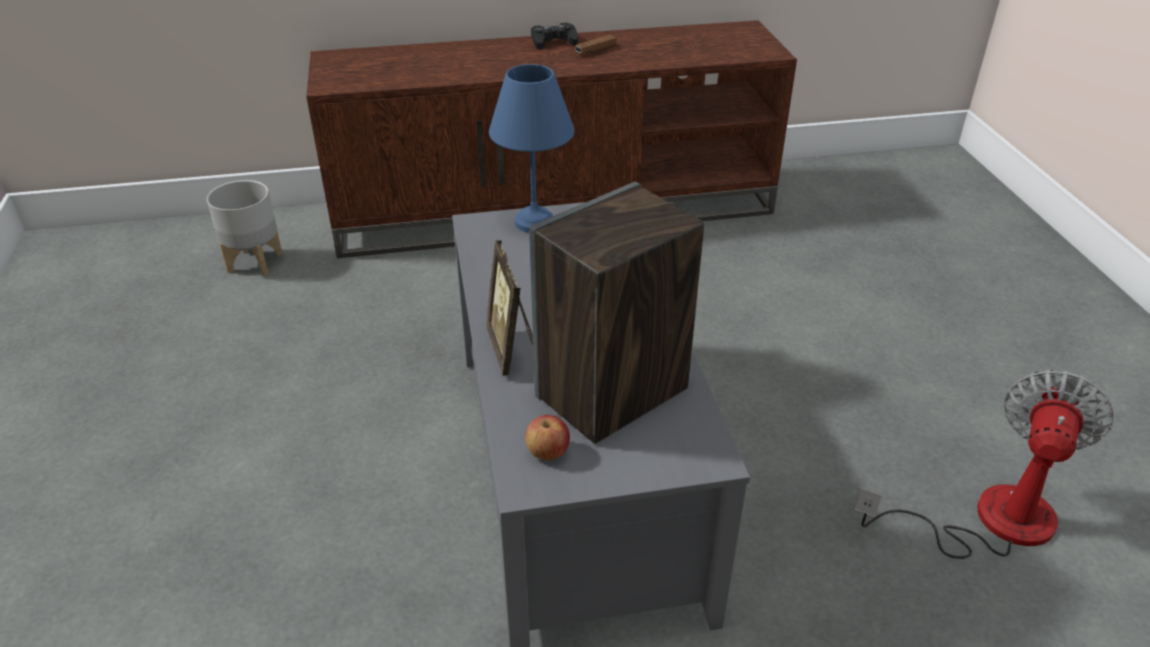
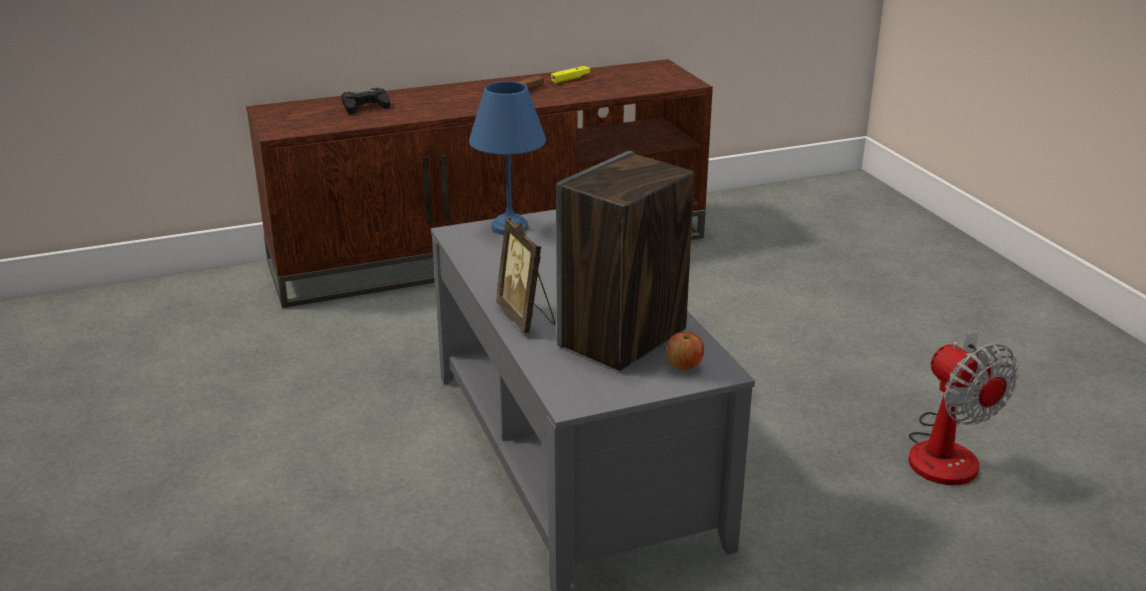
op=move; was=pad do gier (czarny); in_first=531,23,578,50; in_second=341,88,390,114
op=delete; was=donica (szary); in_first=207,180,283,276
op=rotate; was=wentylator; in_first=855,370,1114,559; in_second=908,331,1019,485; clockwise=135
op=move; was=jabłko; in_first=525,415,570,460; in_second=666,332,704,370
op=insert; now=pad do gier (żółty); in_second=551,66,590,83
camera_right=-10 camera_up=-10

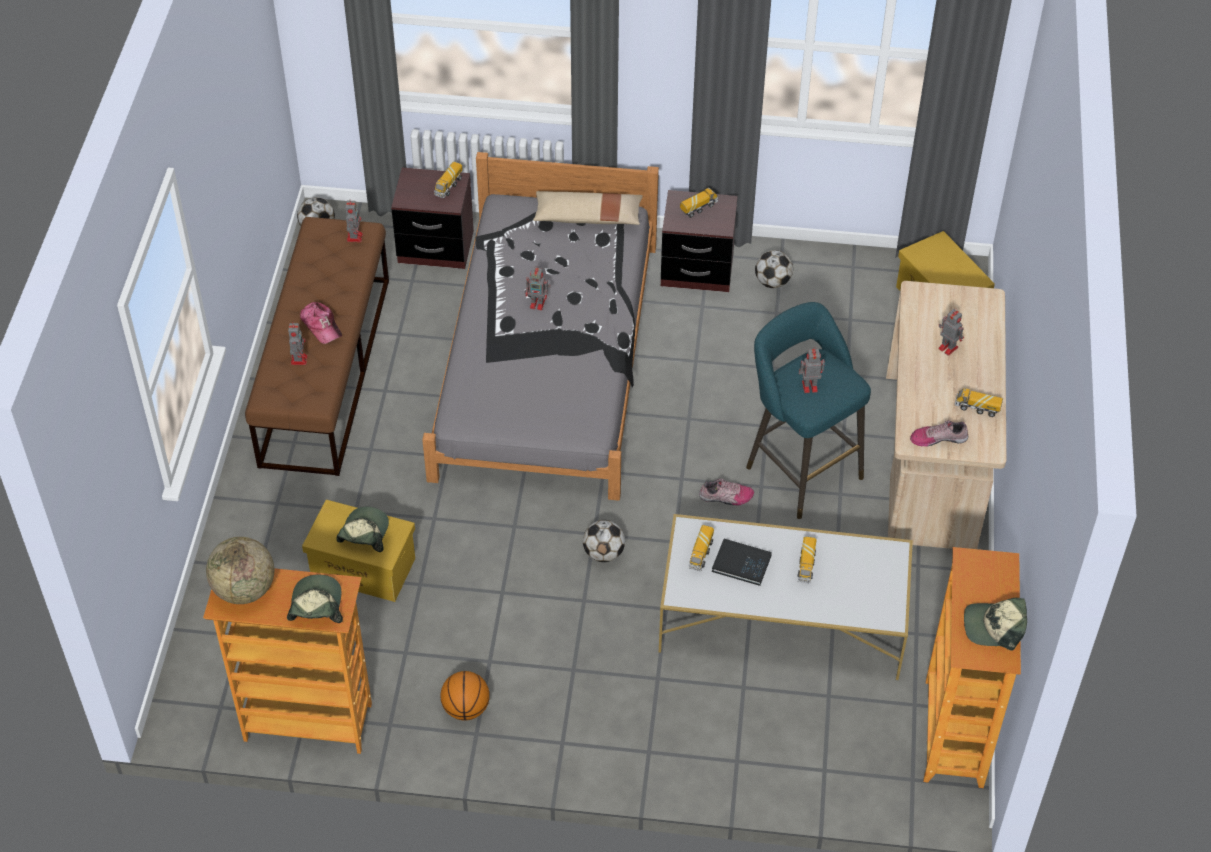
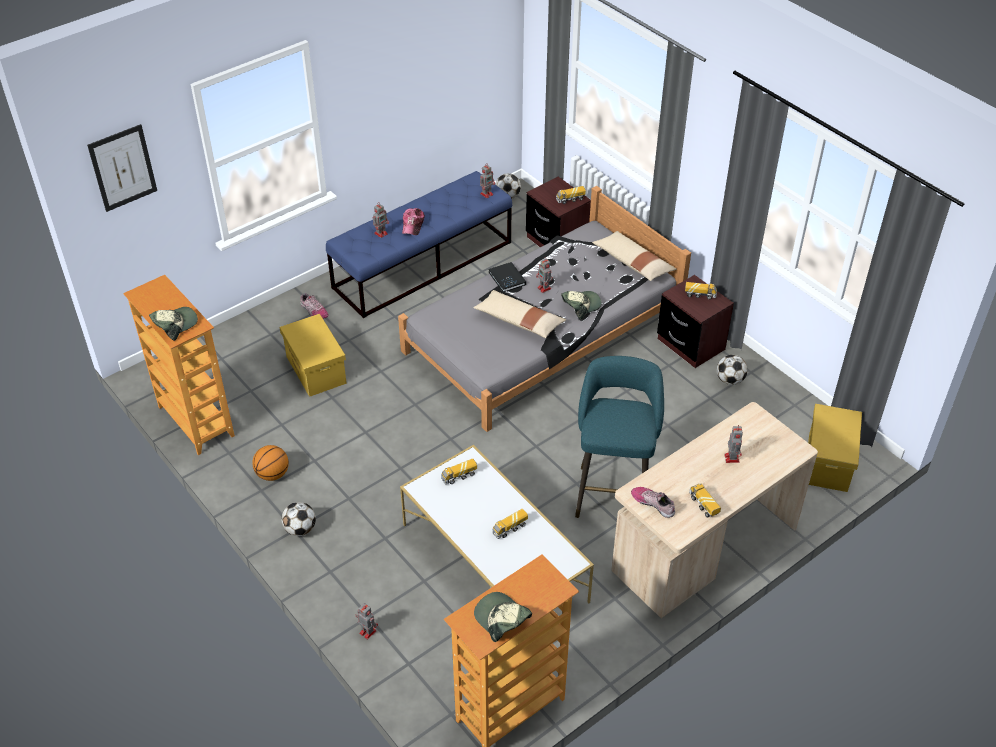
op=recolor; was=ławka (brązowy); now=ławka (niebieski); in_first=245,217,389,476; in_second=326,171,512,318
op=move; was=robot zabawkowy; in_first=799,347,825,393; in_second=356,603,378,640
op=move; was=but; in_first=699,478,754,506; in_second=300,293,329,319
op=move; was=czapka z daszkiem; in_first=336,507,389,552; in_second=561,291,601,319
op=move; was=piłka futbolowa; in_first=583,520,625,562; in_second=281,502,316,536
op=delete; was=globus; in_first=206,537,274,604
op=move; was=książka (czarny); in_first=712,539,772,586; in_second=489,262,526,292
op=insert; now=obraz; in_second=87,124,157,212
op=insert; now=poduszka (beżowy); in_second=473,290,566,338
camera_right=45 camera_up=-5

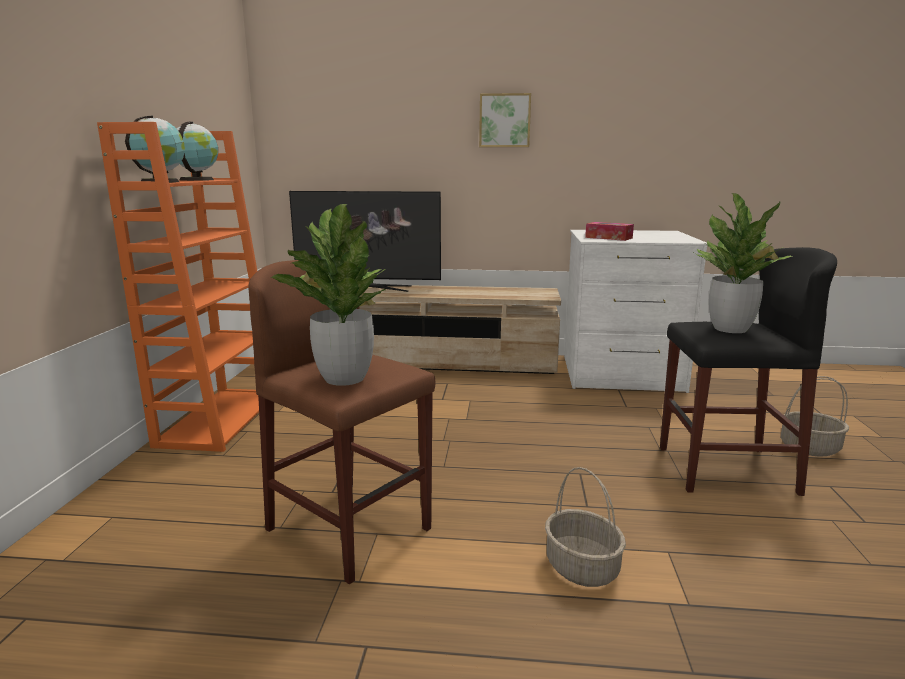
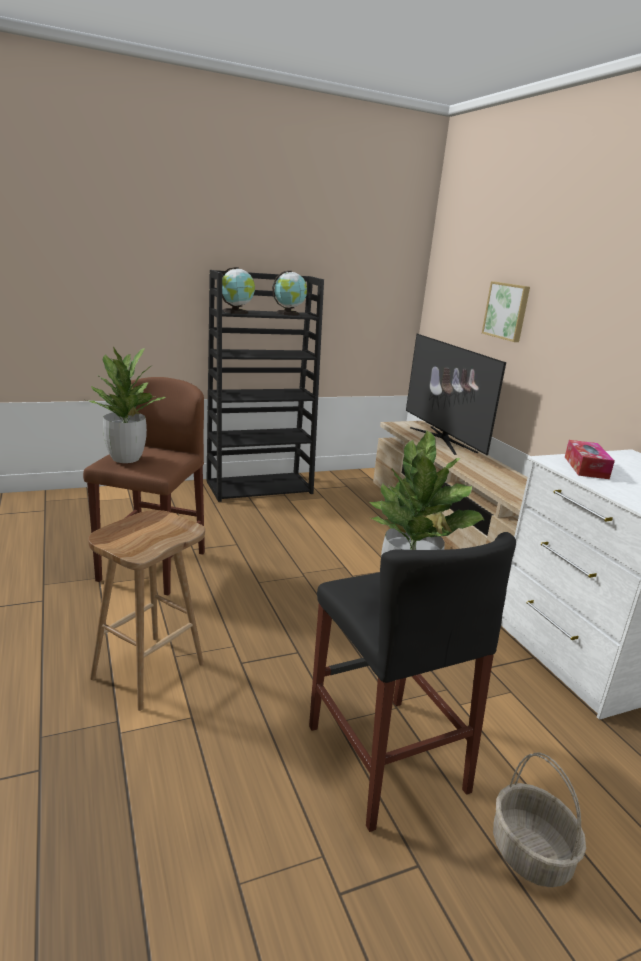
op=move; was=obraz; in_first=479,93,531,147; in_second=482,281,530,342
op=recolor; was=regał (pomarańczowy); now=regał (czarny); in_first=97,122,259,452; in_second=206,270,324,502
op=replace; was=koszyk; now=stołek (brązowy); in_first=545,467,626,587; in_second=88,510,205,711
camera_right=60 camera_up=5

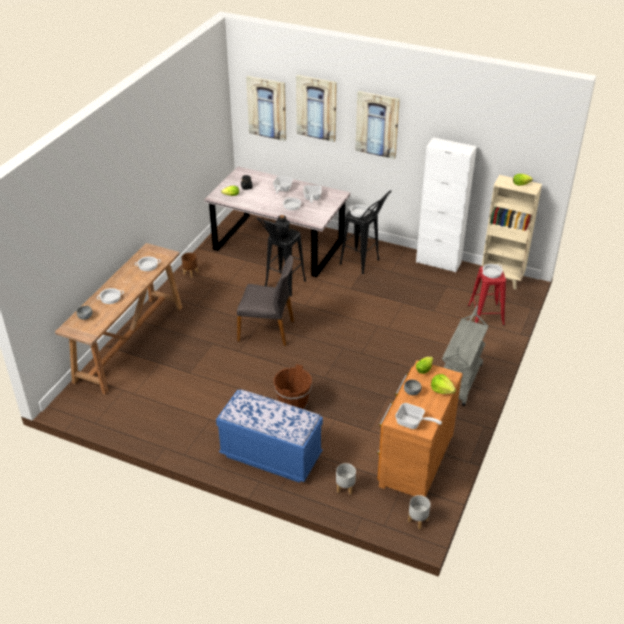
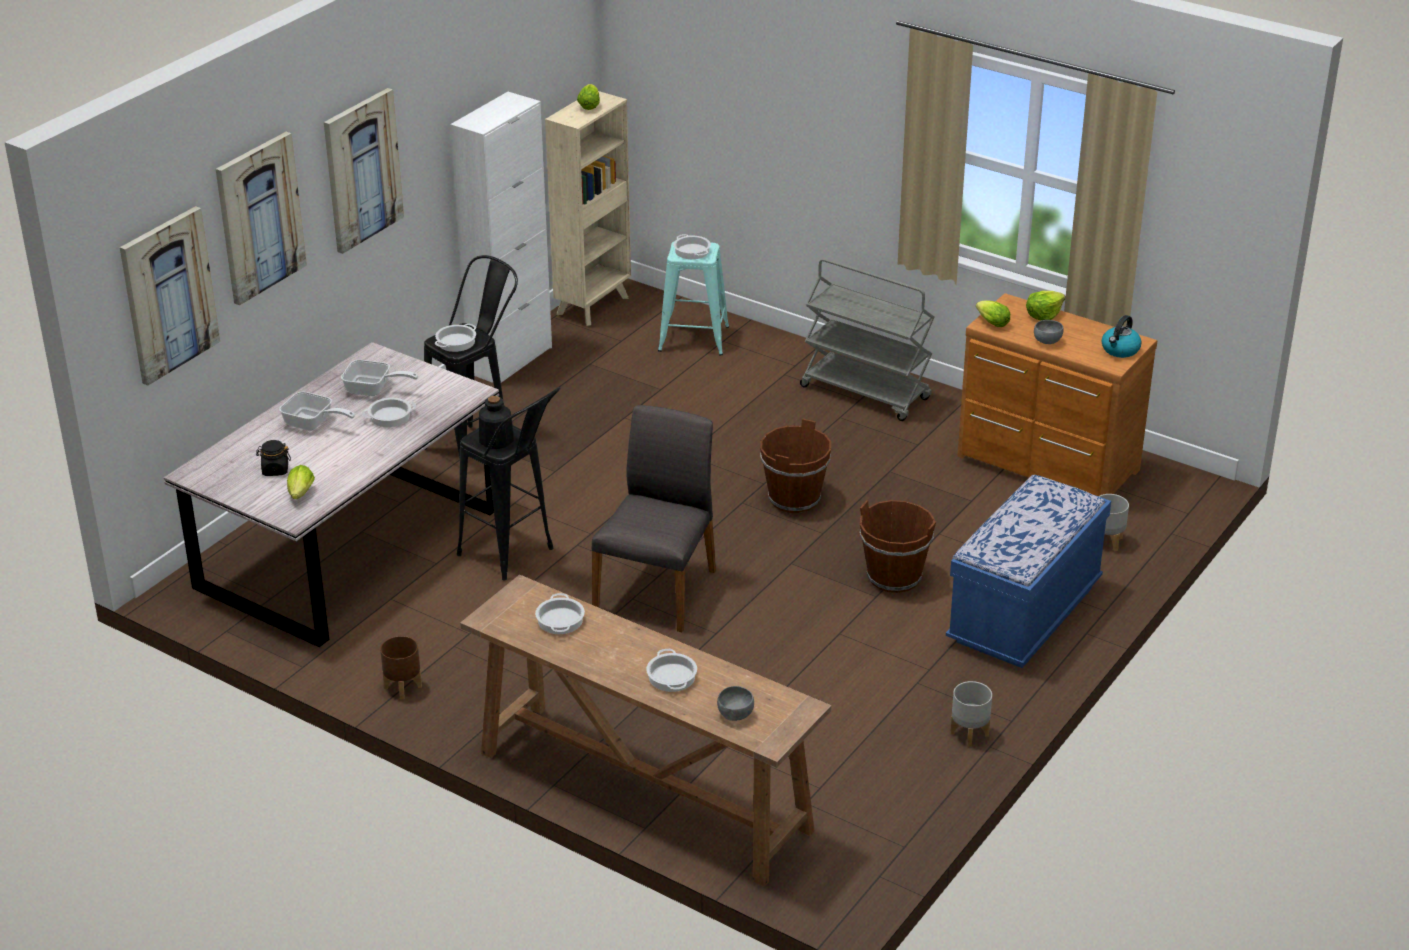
op=recolor; was=stołek (czerwony); now=stołek (turkusowy); in_first=468,266,506,326; in_second=658,241,729,356
op=replace; was=patelnia; now=czajnik; in_first=395,403,442,429; in_second=1102,315,1142,358
op=move; was=donica (szary); in_first=408,495,430,529; in_second=950,681,992,747
op=insert; now=wiadro (brązowy); in_second=760,418,831,513
camera_right=-80 camera_up=-5

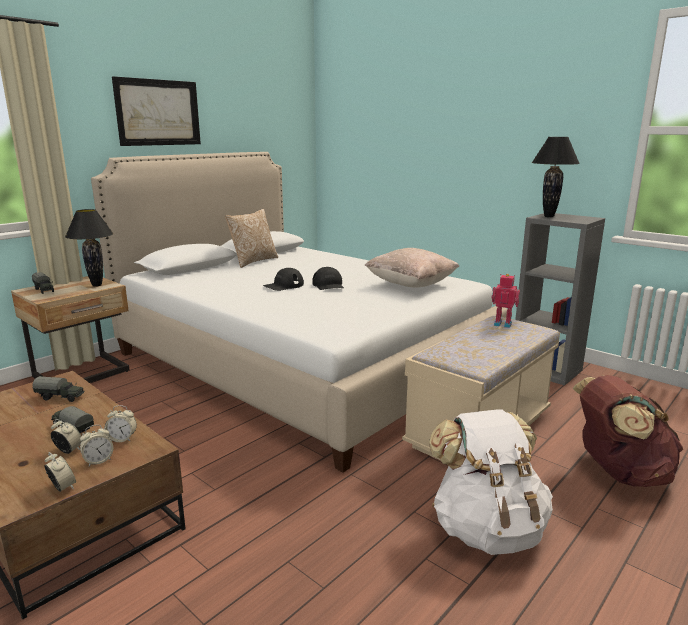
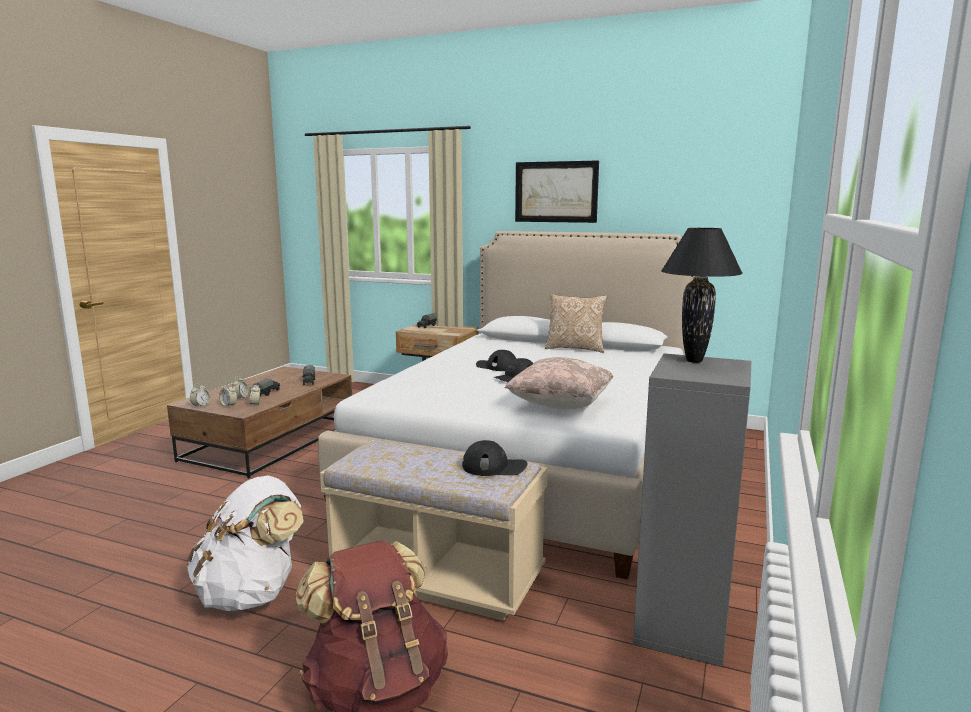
op=delete; was=lampa stołowa (czarny); in_first=65,209,113,287
op=replace; was=robot zabawkowy; now=czapka z daszkiem (czarny); in_first=492,274,520,328; in_second=462,440,528,476
camera_right=70 camera_up=-5

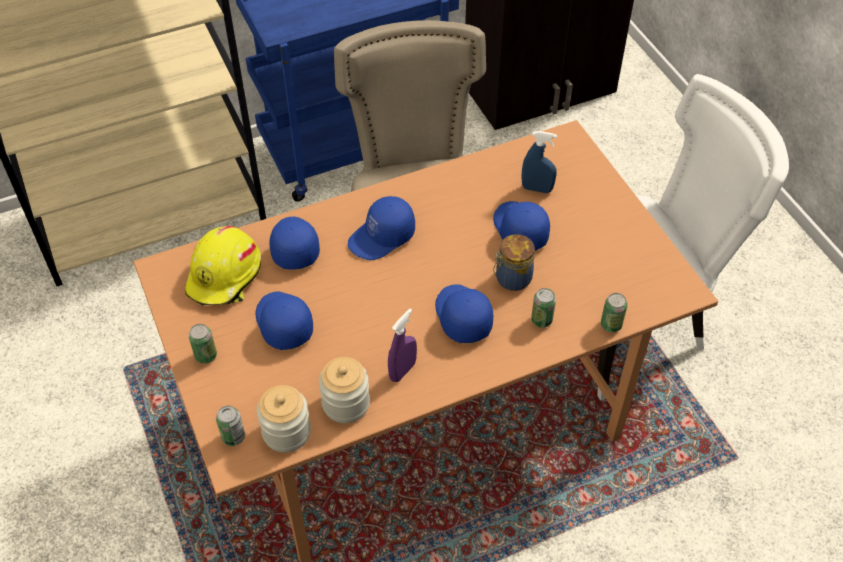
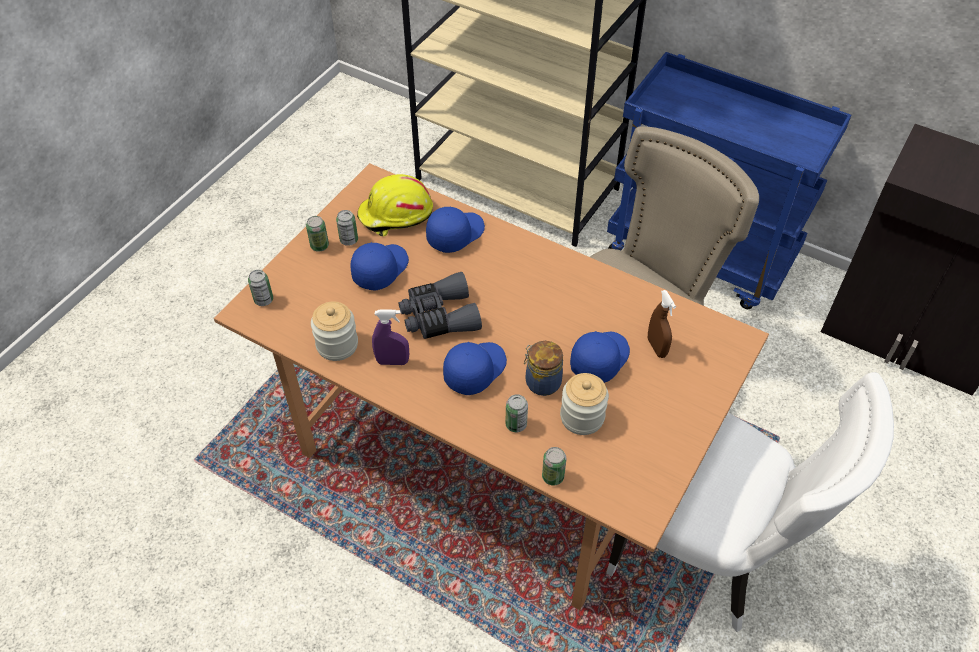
op=recolor; was=spryskiwacz (niebieski); now=spryskiwacz (brązowy); in_first=521,131,557,193; in_second=648,290,676,358
op=delete; was=czapka z daszkiem (niebieski); in_first=348,196,415,260
op=move; was=słoik; in_first=257,385,311,453; in_second=560,373,609,435
op=insert; now=puszka; in_second=336,210,358,246
op=insert; now=lornetka (szary); in_second=399,272,482,339
camera_right=55 camera_up=0

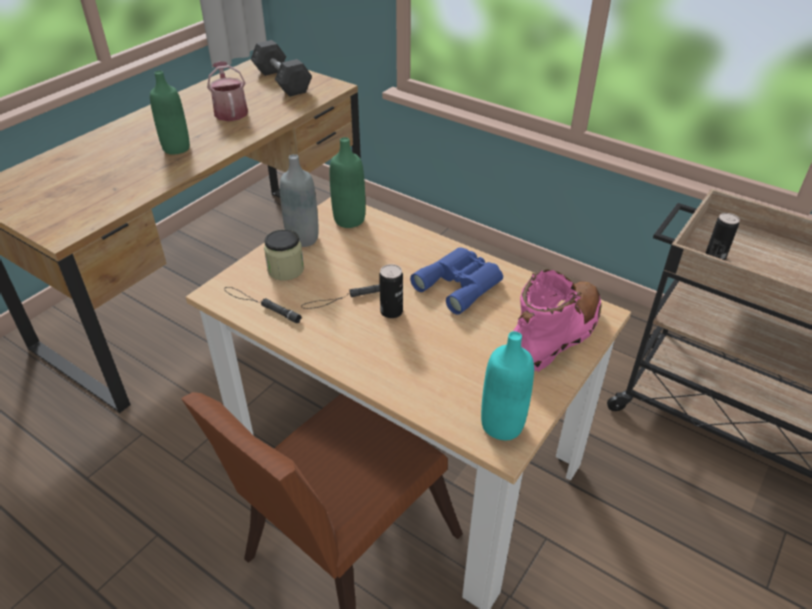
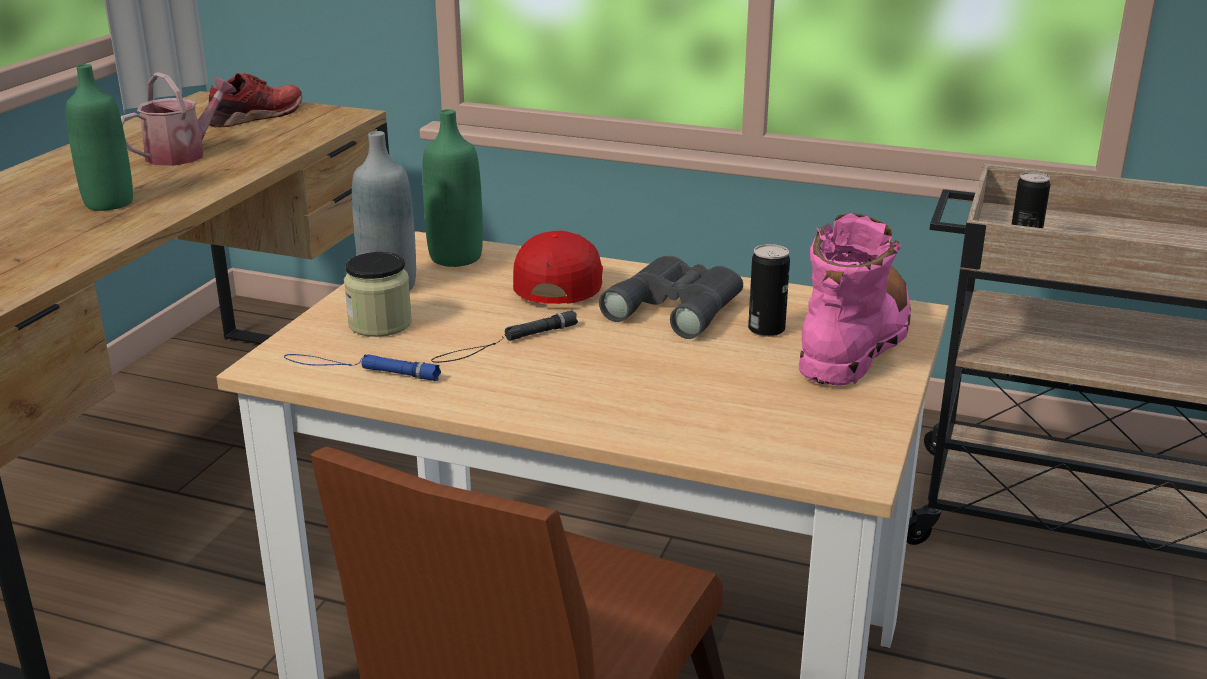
op=replace; was=hantel (szary); now=but (czerwony); in_first=251,40,312,97; in_second=209,73,302,128
op=rotate; was=konewka; in_first=207,61,248,121; in_second=121,72,237,166; clockwise=75
op=recolor; was=lornetka (niebieski); now=lornetka (szary); in_first=410,248,503,315; in_second=599,256,743,339
op=move; was=puszka; in_first=379,264,403,318; in_second=748,244,790,337
op=recolor; was=latarka (czarny); now=latarka (niebieski); in_first=224,287,302,323; in_second=284,354,441,381
op=delete; was=butelka (turkusowy); in_first=481,331,534,440
op=insert; now=czapka z daszkiem (czerwony); in_second=513,231,603,304
camera_right=-15 camera_up=-15

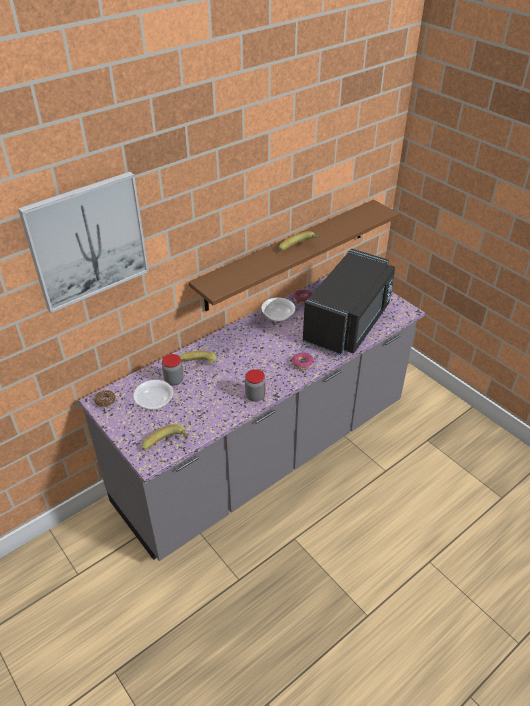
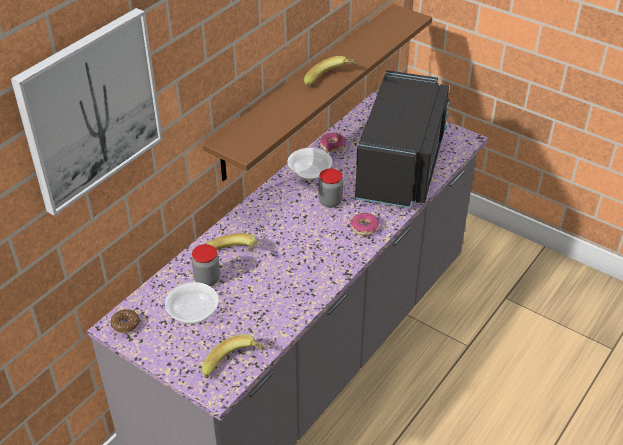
op=move; was=słoik; in_first=245,369,265,402; in_second=319,168,343,208
camera_right=-15 camera_up=0

